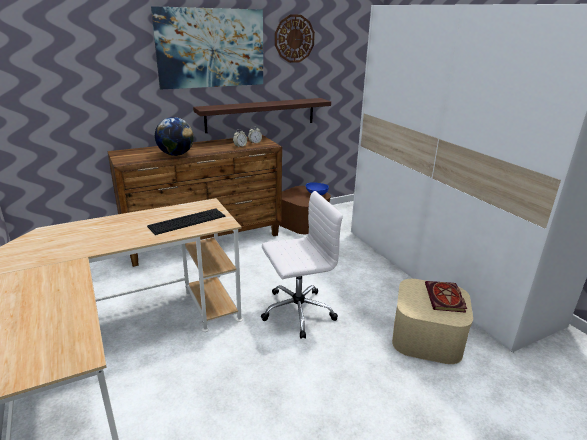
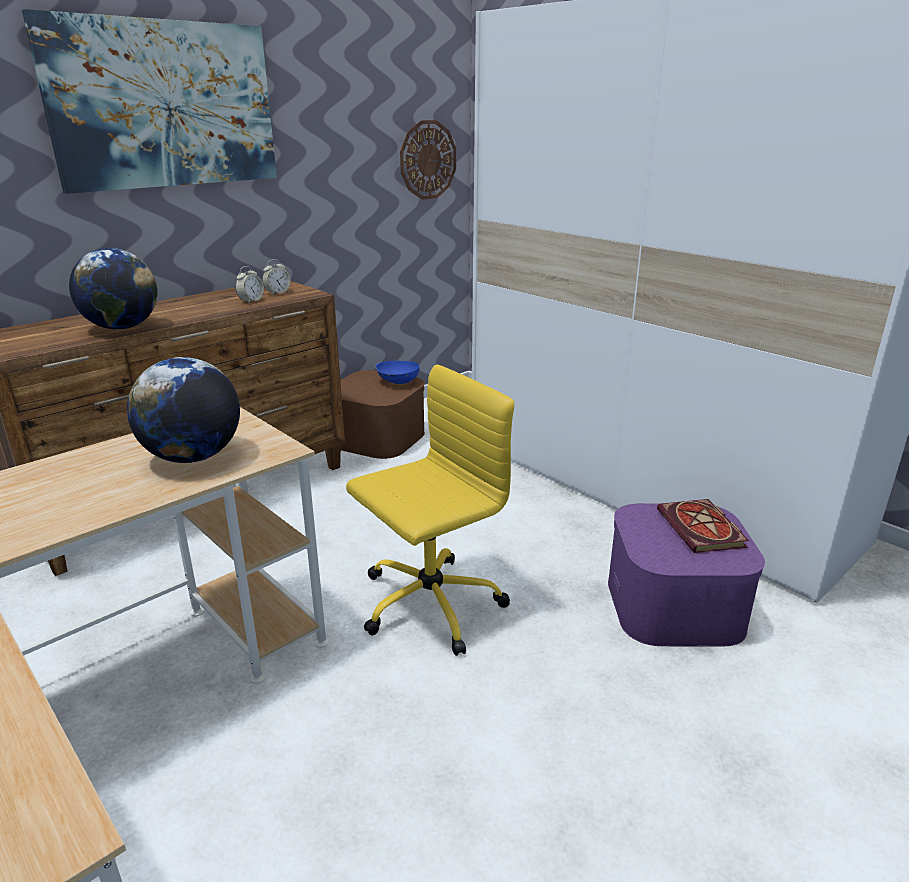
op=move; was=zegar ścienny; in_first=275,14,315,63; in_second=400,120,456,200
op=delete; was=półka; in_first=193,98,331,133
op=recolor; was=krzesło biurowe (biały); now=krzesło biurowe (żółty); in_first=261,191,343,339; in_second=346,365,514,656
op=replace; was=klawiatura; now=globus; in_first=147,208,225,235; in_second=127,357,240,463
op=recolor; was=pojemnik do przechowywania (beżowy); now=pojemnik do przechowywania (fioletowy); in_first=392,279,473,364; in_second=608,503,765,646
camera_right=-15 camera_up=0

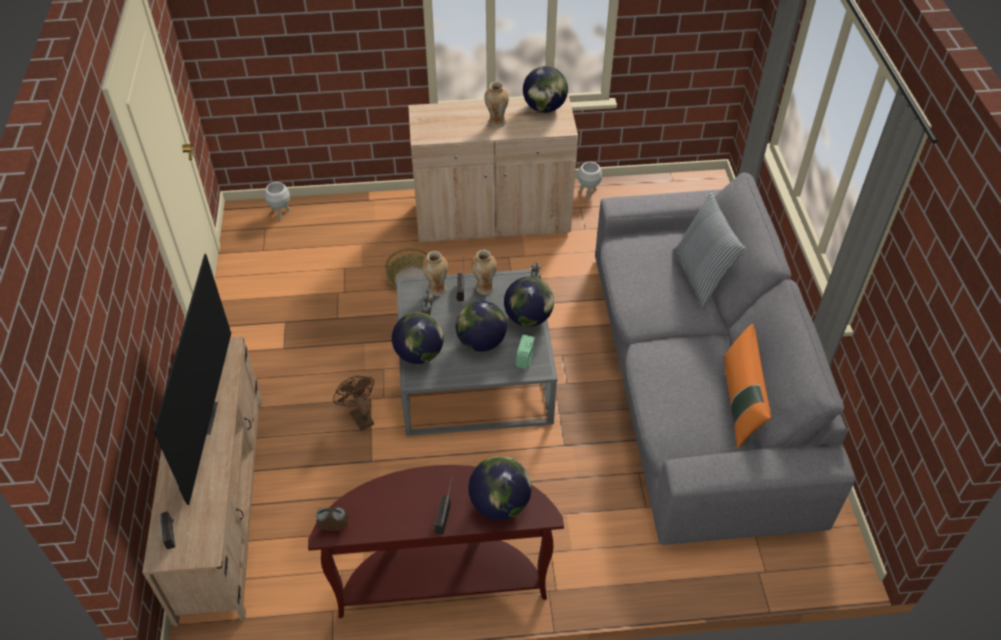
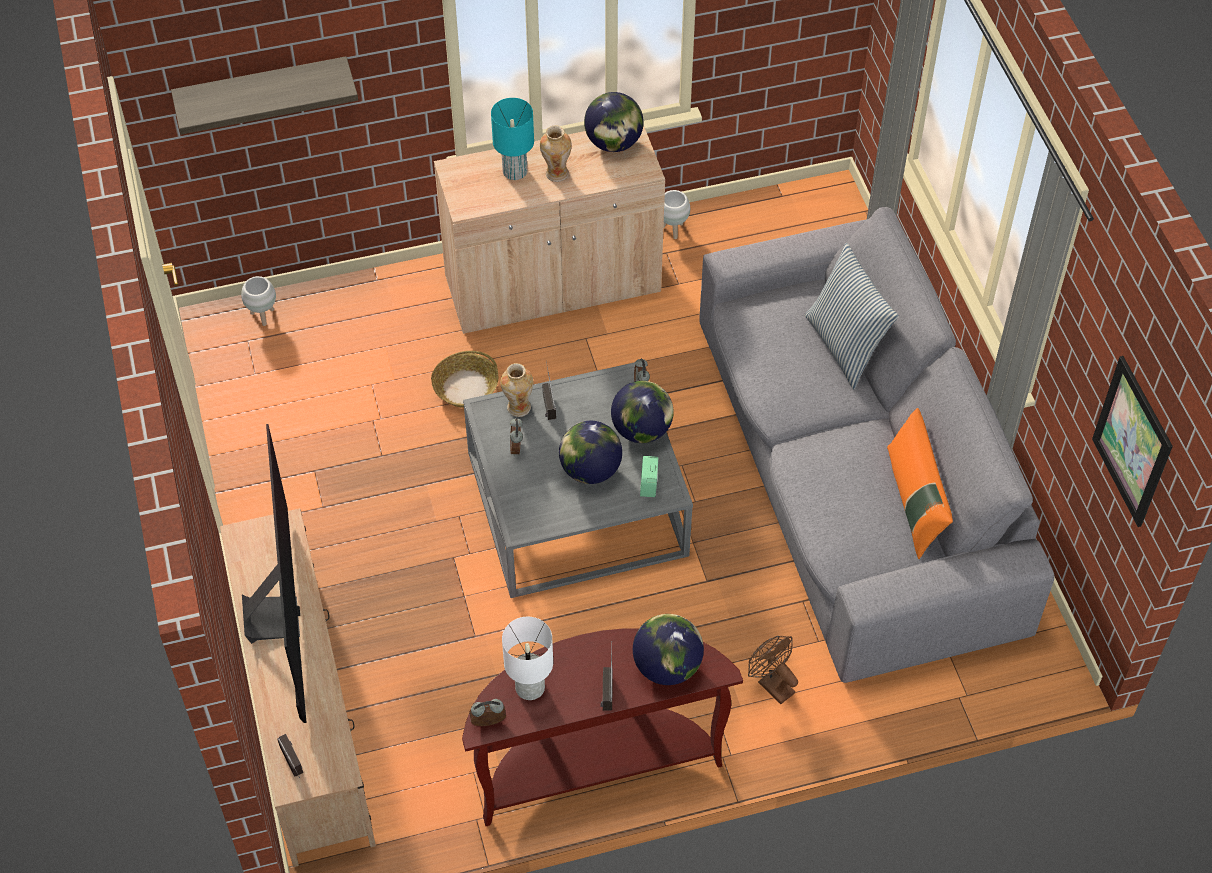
op=delete; was=wazon; in_first=471,250,497,295
op=delete; was=globus; in_first=392,312,444,364
op=move; was=wentylator (brązowy); in_first=333,376,374,430; in_second=748,636,798,704
op=insert; now=półka; in_second=171,56,358,135
op=insert; now=lampa stołowa (turkusowy); in_second=491,98,534,180
op=insert; now=obraz; in_second=1092,356,1173,527
op=insert; now=lampa stołowa (biały); in_second=502,617,553,700
camera_right=-10 camera_up=5

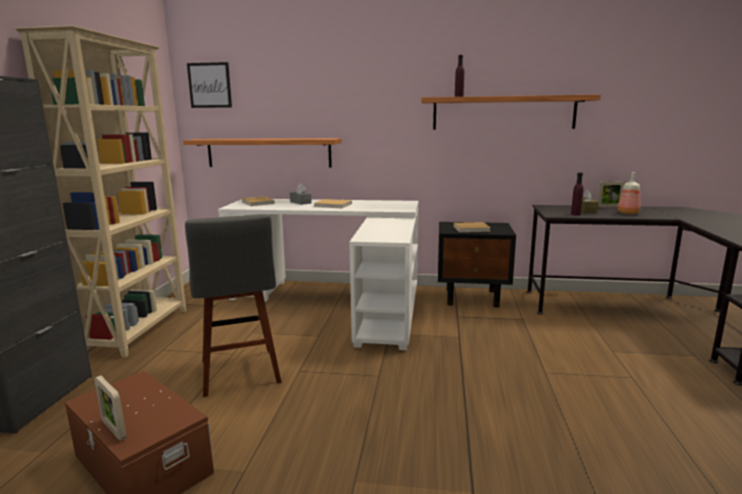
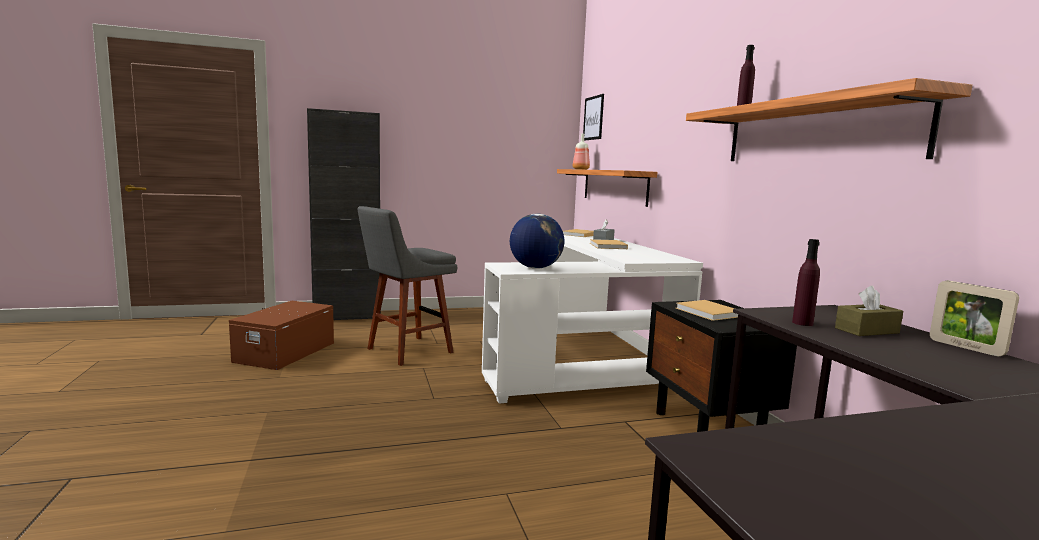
op=delete; was=regał (beżowy); in_first=15,25,186,358
op=move; was=butelka; in_first=618,172,640,214; in_second=573,134,590,170
op=delete; was=ramka na zdjęcie; in_first=94,375,127,441
op=insert; now=globus; in_second=510,214,564,269
camera_right=65 camera_up=-5

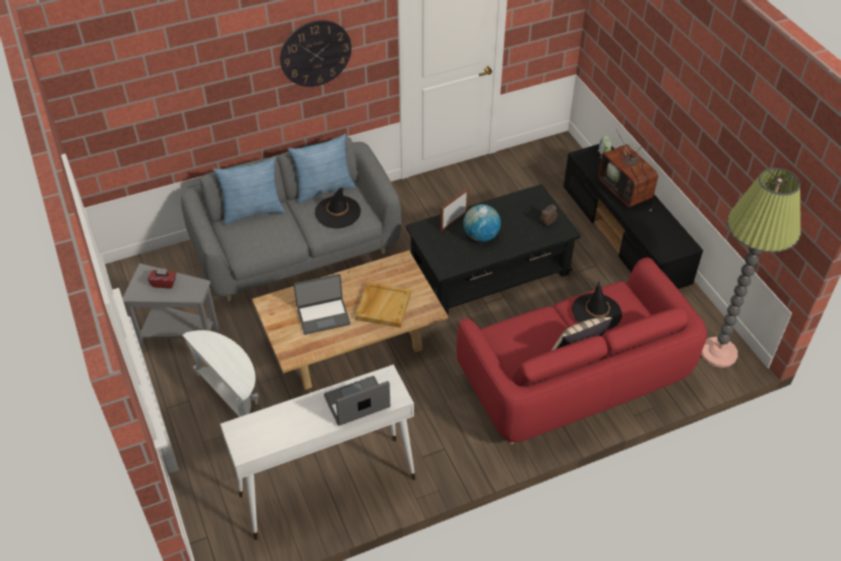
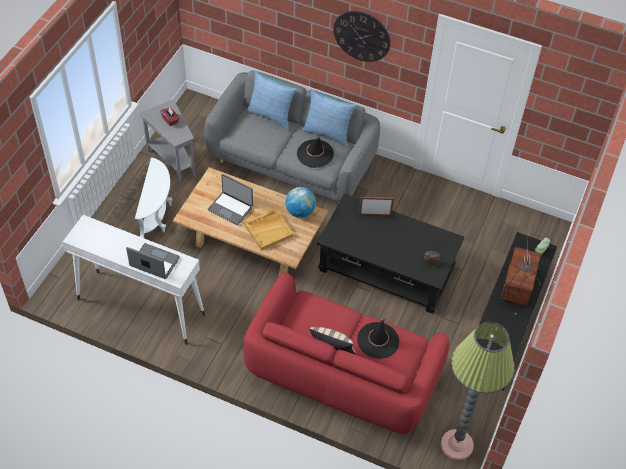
op=move; was=globus; in_first=463,204,501,242; in_second=285,187,316,218
camera_right=45 camera_up=5

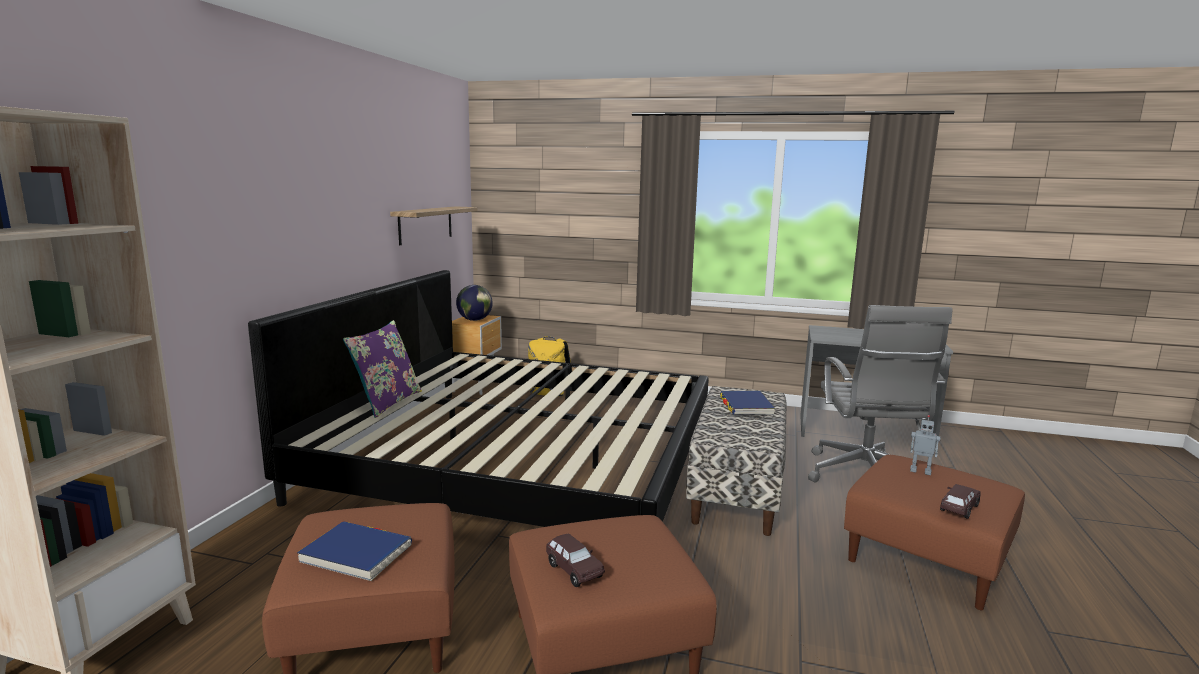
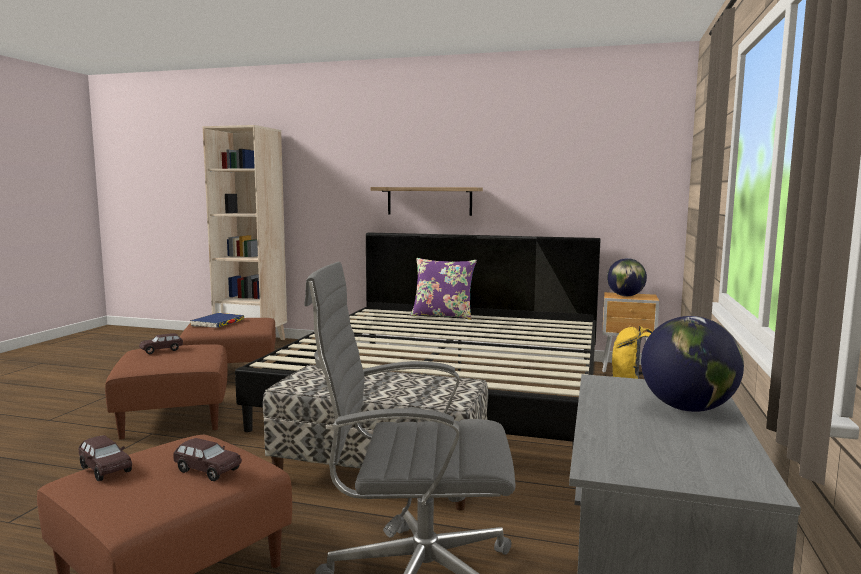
op=move; was=półka; in_first=390,206,477,245; in_second=371,187,483,216
op=delete; was=książka (niebieski); in_first=720,391,775,416
op=replace; was=robot zabawkowy; now=samochodzik (brązowy); in_first=910,415,941,475; in_second=173,438,242,481
op=insert; now=globus; in_second=641,316,744,412
camera_right=90 camera_up=-5

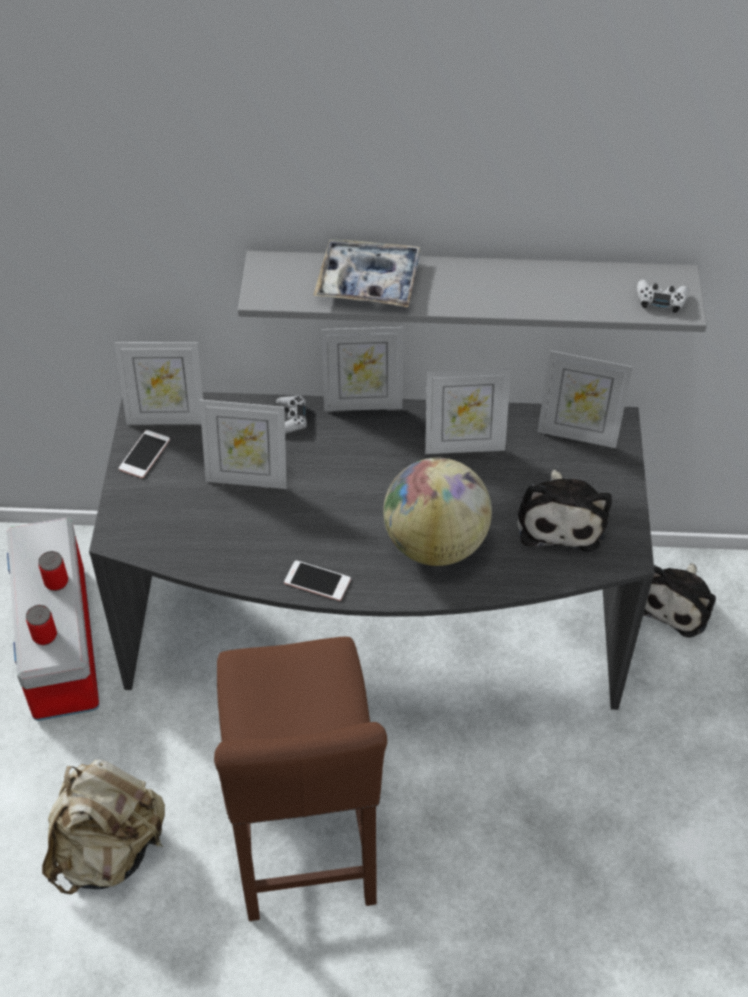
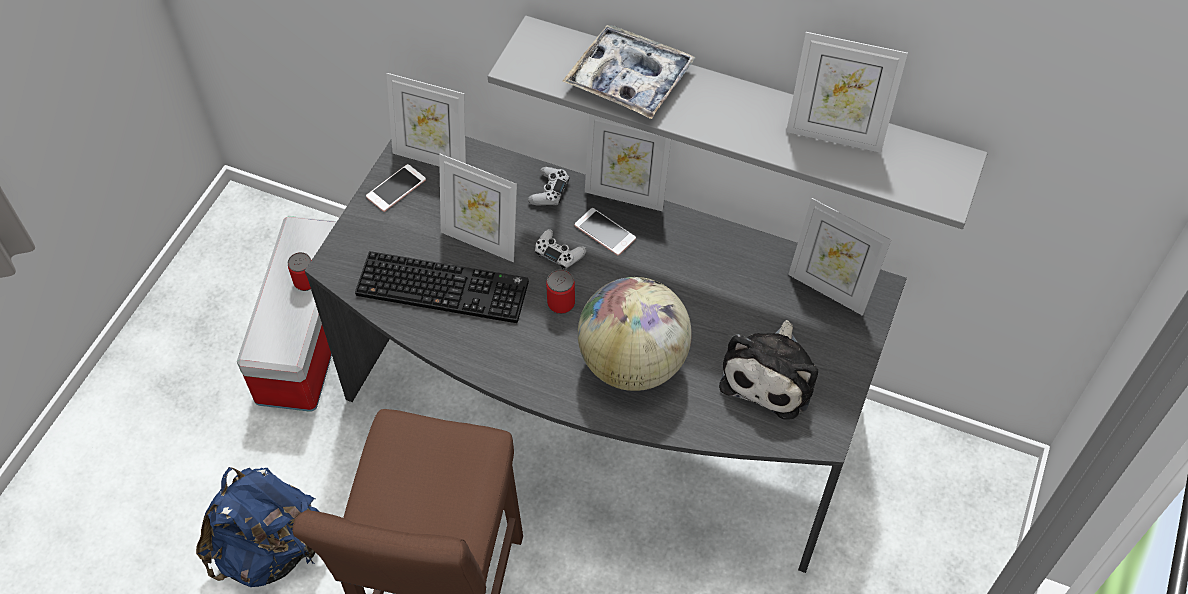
op=move; was=pad do gier (biały); in_first=637,279,689,313; in_second=535,229,587,270
op=move; was=ramka na zdjęcie; in_first=425,368,511,454; in_second=786,32,908,153
op=move; was=telefon; in_first=284,560,351,601; in_second=575,208,636,256
op=delete; was=pluszak; in_first=643,563,716,638
op=move; was=puszka; in_first=26,605,57,645; in_second=546,269,575,314
op=recolor; was=plecak (beżowy); now=plecak (niebieski); in_first=42,760,165,894; in_second=196,467,319,587
op=insert; now=klawiatura; in_second=355,251,529,323
camera_right=20 camera_up=5

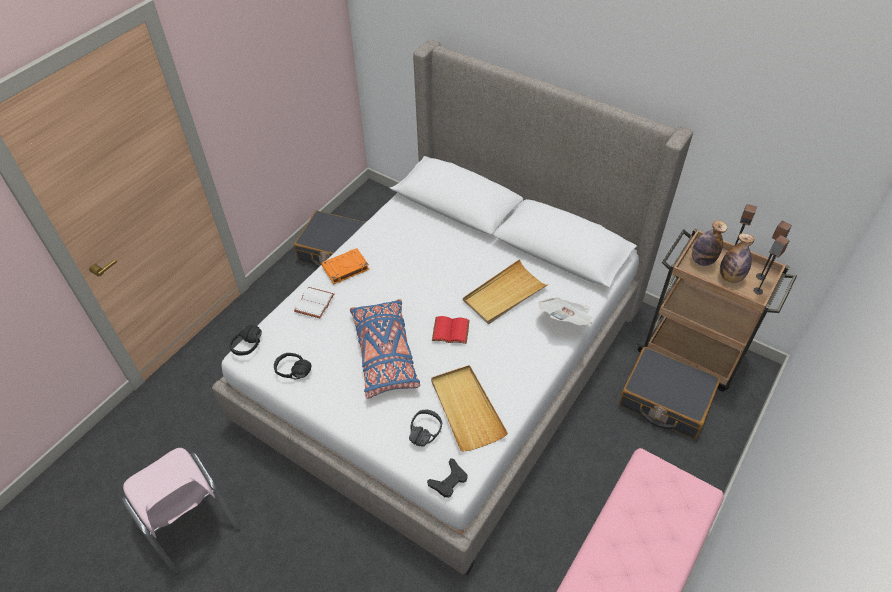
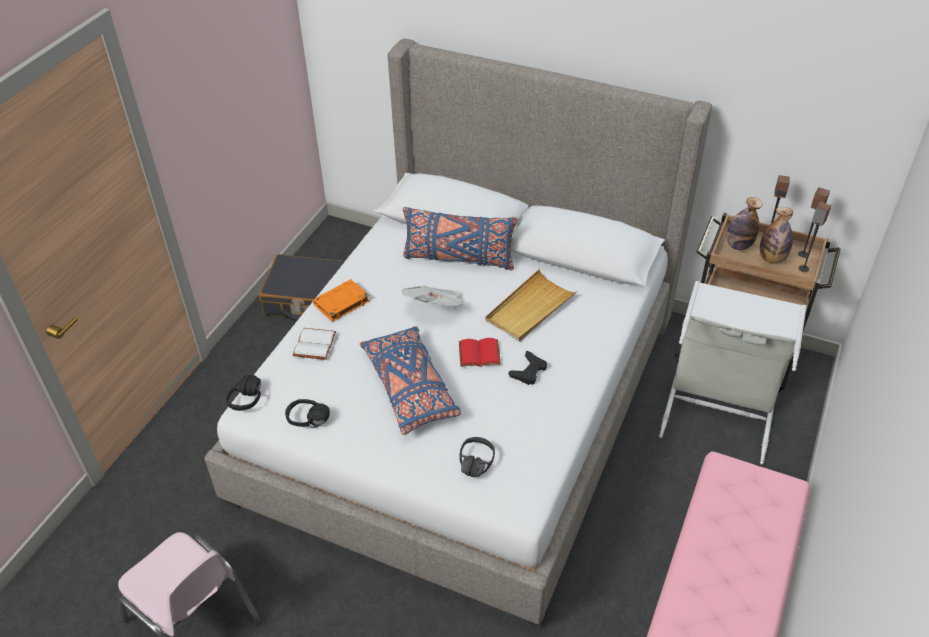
op=move; was=gazeta; in_first=538,297,592,326; in_second=402,285,463,306
op=replace; was=walizka (czarny); now=kosz na pranie (szary); in_first=619,347,721,439; in_second=659,281,807,465
op=delete; was=taca (beżowy); in_first=431,365,508,451
op=move; was=pad do gier (czarny); in_first=427,458,468,498; in_second=509,351,547,385
op=insert; now=poduszka (niebieski); in_second=403,207,517,270
camera_right=-10 camera_up=-5

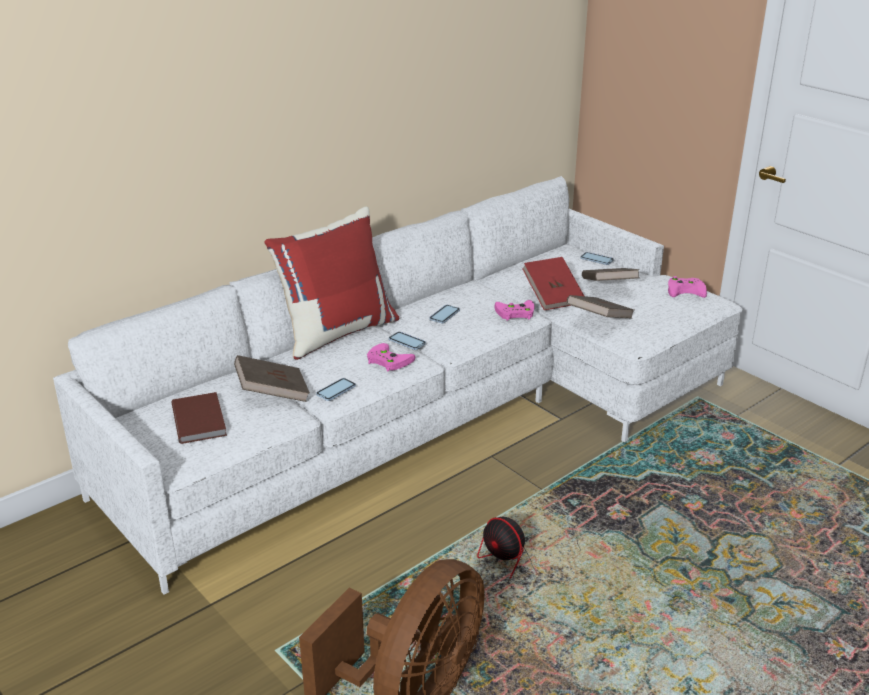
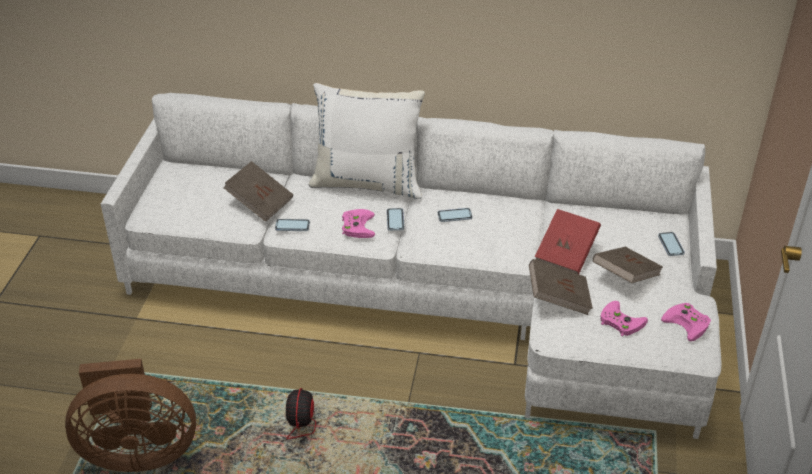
op=recolor; was=poduszka (czerwony); now=poduszka (biały); in_first=264,206,400,360; in_second=309,83,425,199
op=move; was=pad do gier (różowy); in_first=495,300,535,321; in_second=601,301,648,337
op=delete; was=książka (brązowy); in_first=172,392,227,444
camera_right=50 camera_up=10

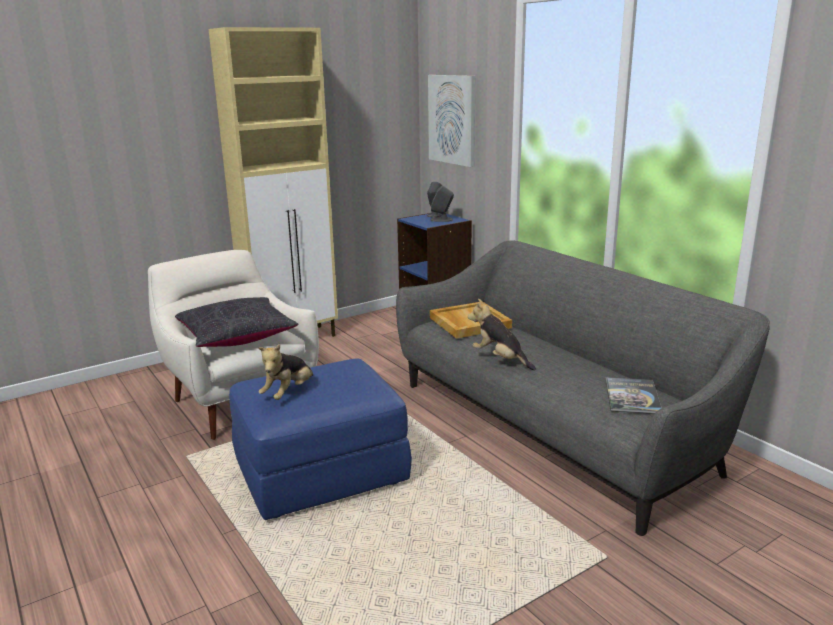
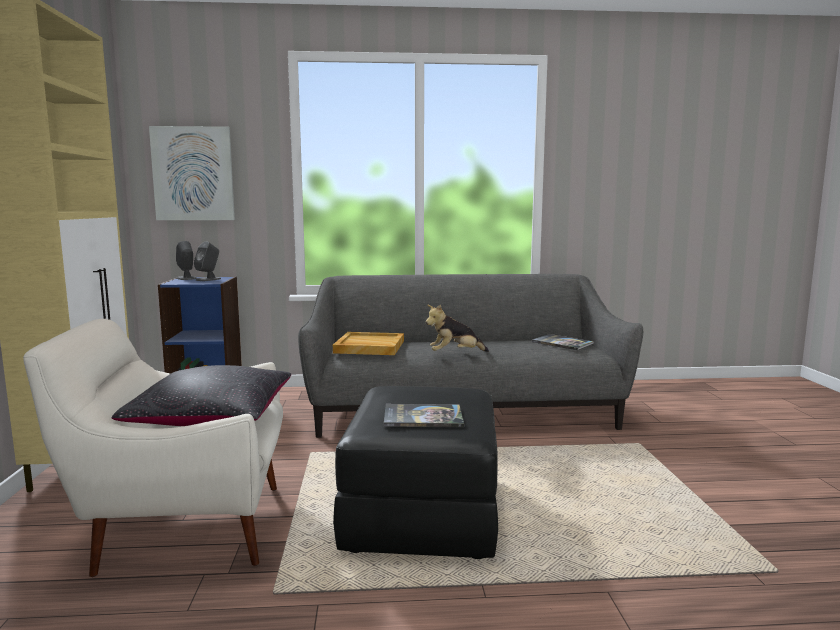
op=replace; was=pluszak; now=książka; in_first=258,344,313,400; in_second=384,404,464,427
op=recolor; was=pufa (niebieski); now=pufa (czarny); in_first=229,358,412,520; in_second=333,386,498,559
camera_right=-60 camera_up=-10

